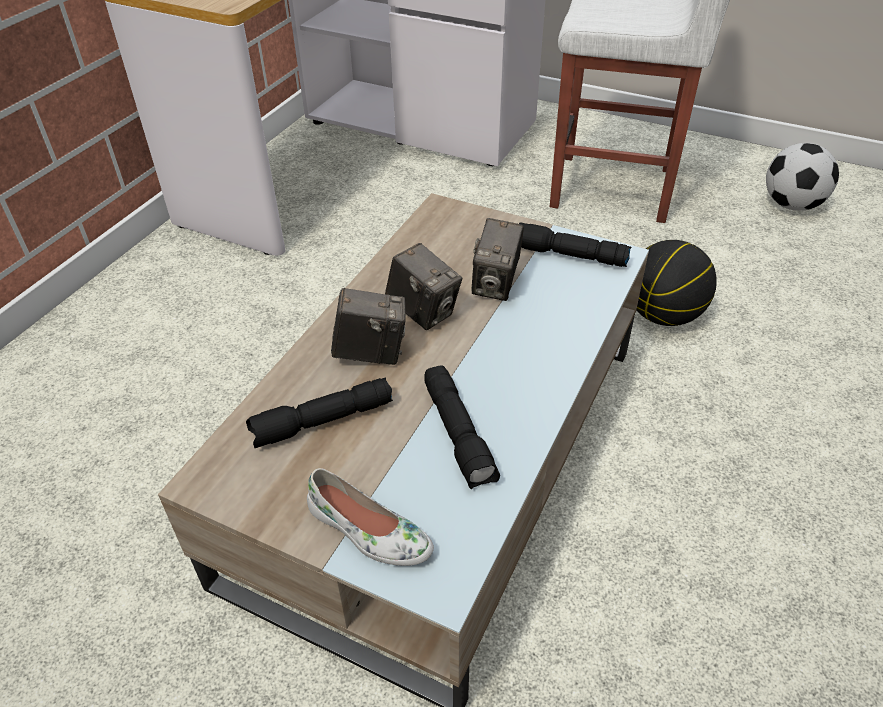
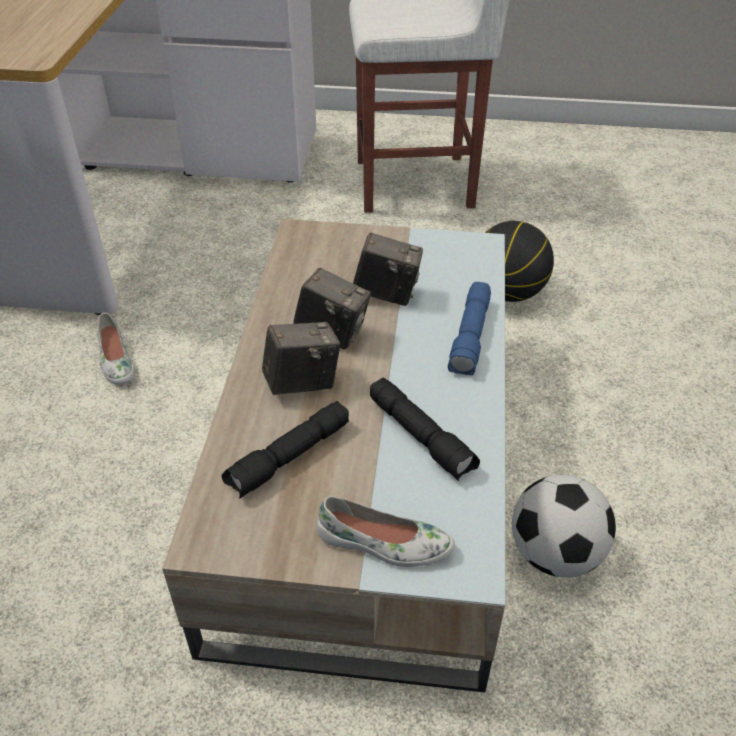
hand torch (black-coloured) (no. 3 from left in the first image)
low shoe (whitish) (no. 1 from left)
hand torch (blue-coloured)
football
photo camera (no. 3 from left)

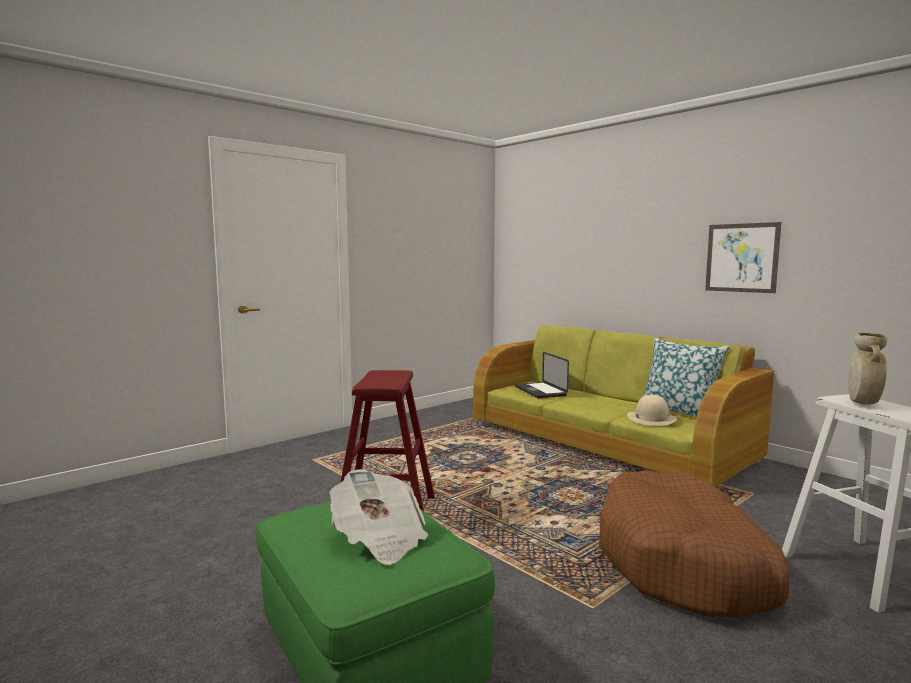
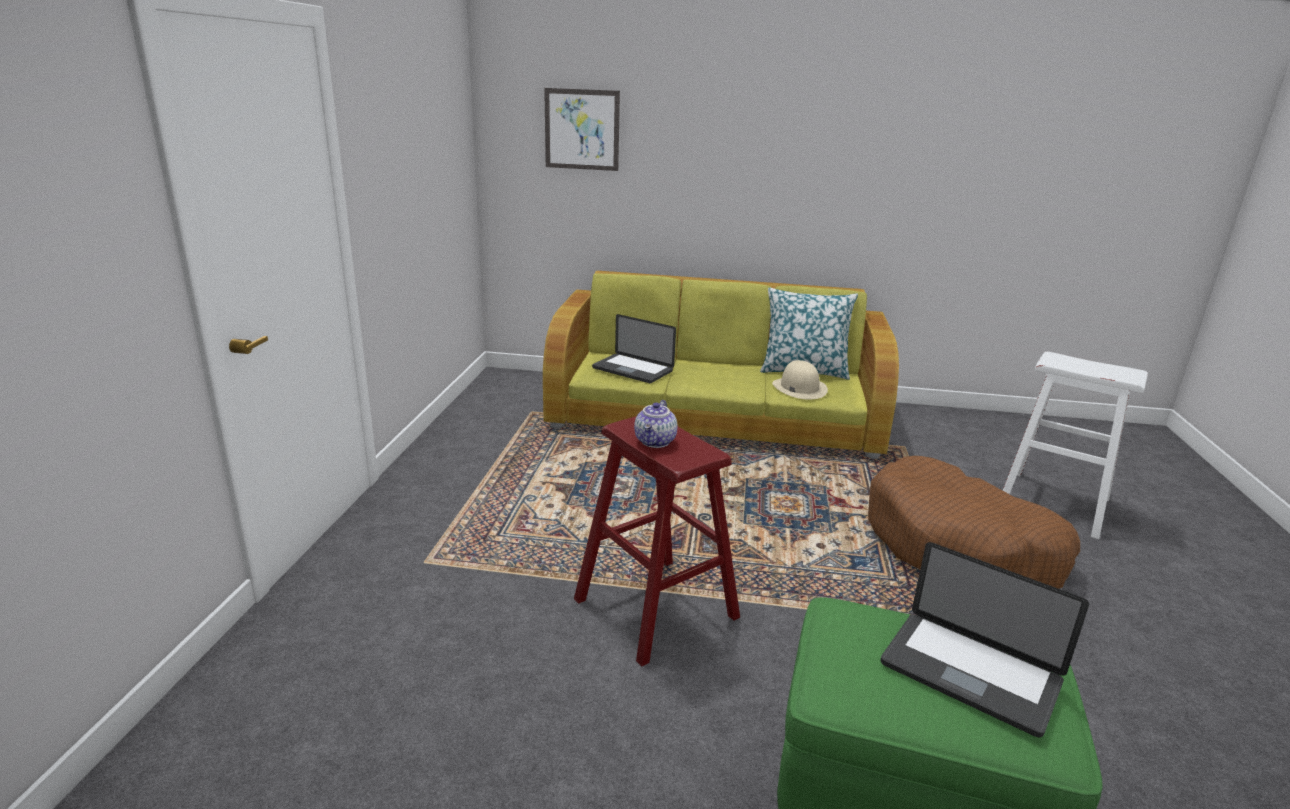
vase (beige)
pot for tea
wall picture
laptop (no. 2 from left)

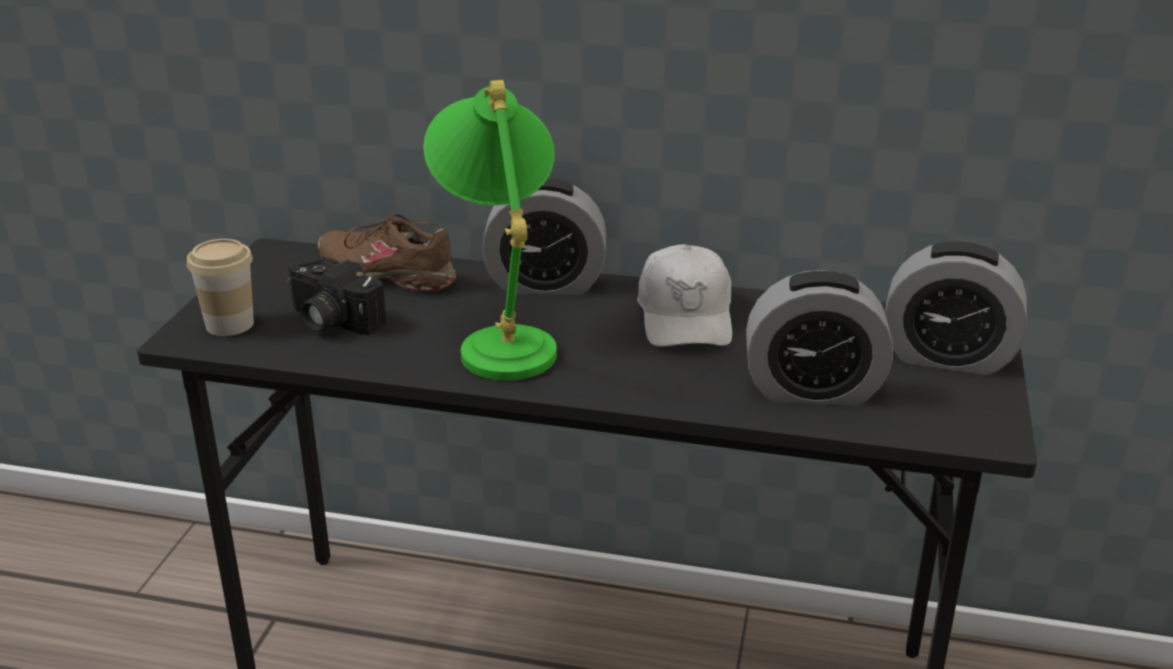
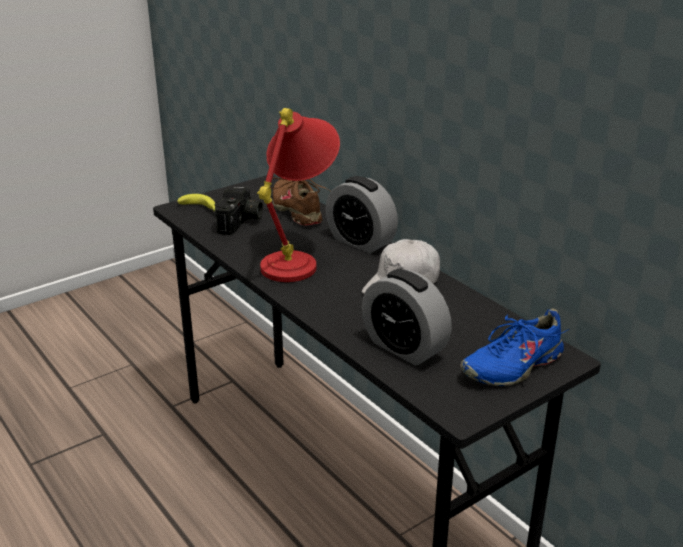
whole banana
low shoe (blue-coloured)
table lamp (reddish)
photo camera

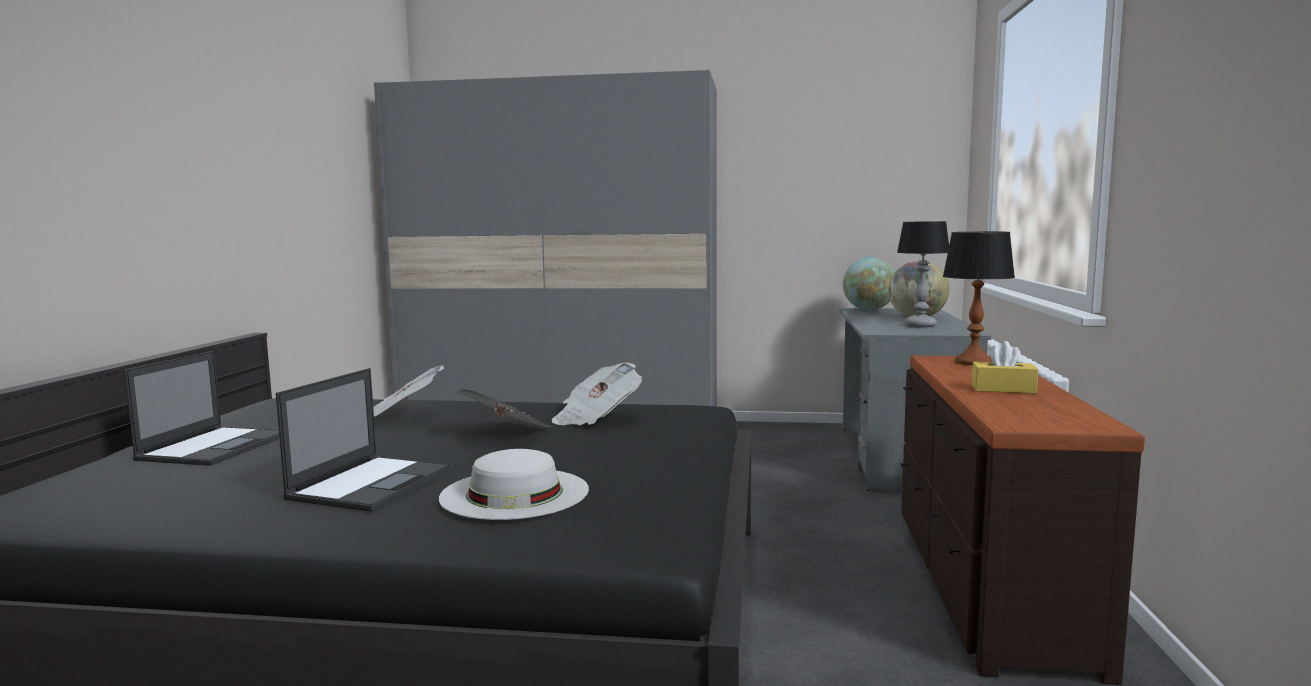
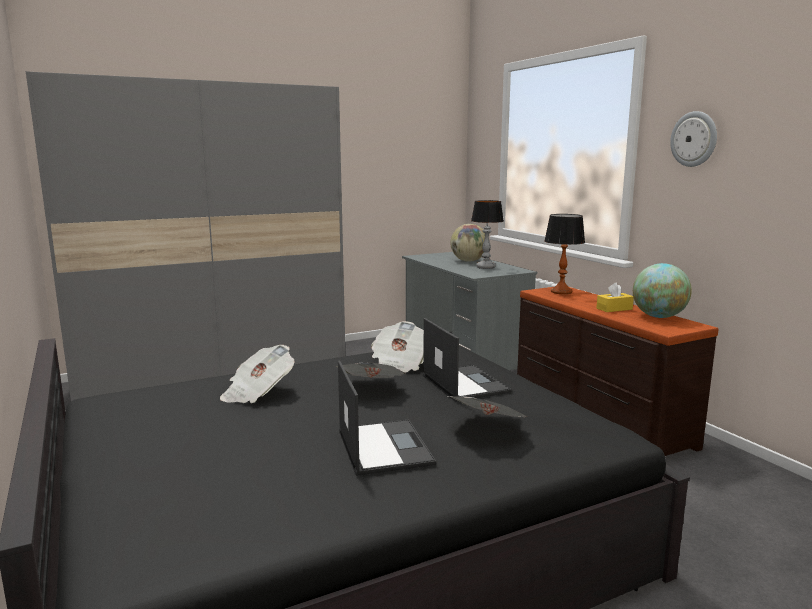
hanging clock
laptop (no. 2 from left)
desk globe (no. 2 from left)
newspaper (no. 4 from left)

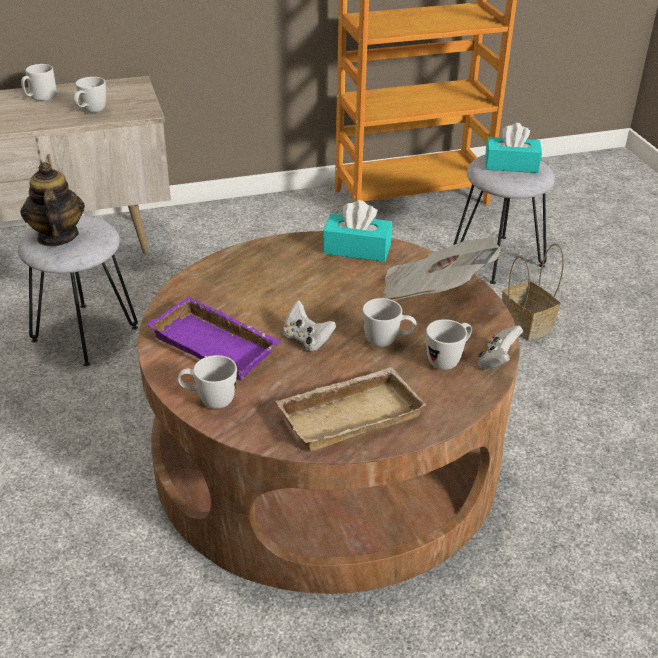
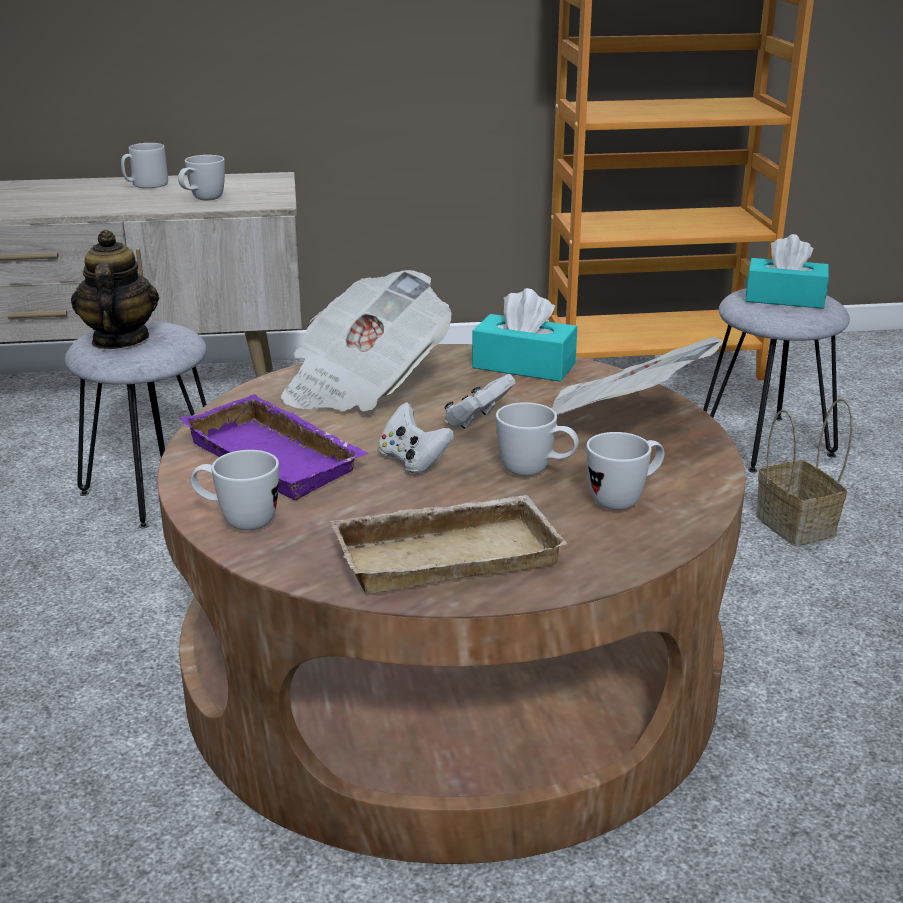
newspaper (no. 1 from left)
joypad (whitish) (no. 2 from left)

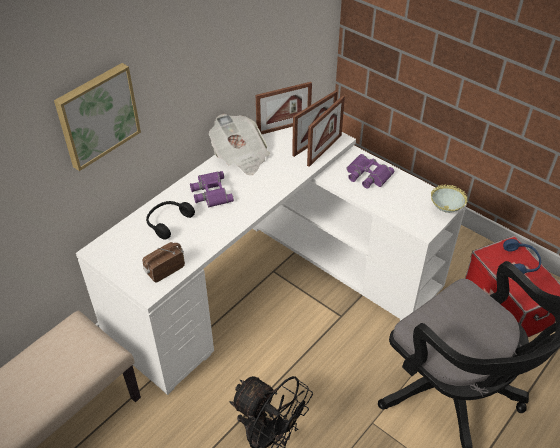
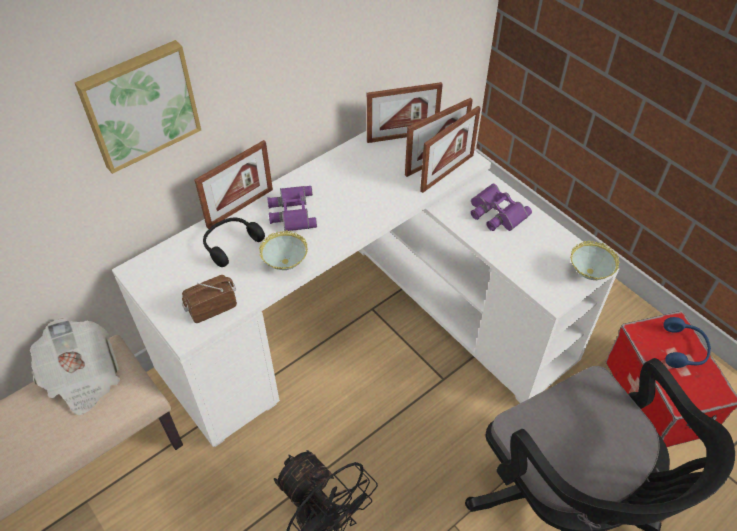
photo frame (no. 1 from left)
bowl (no. 1 from left)
newspaper

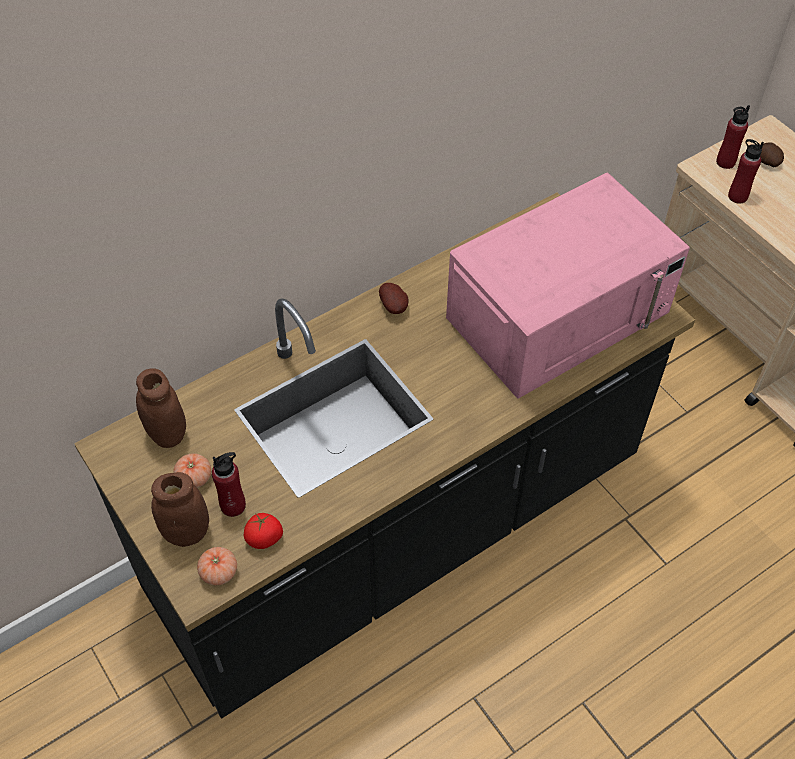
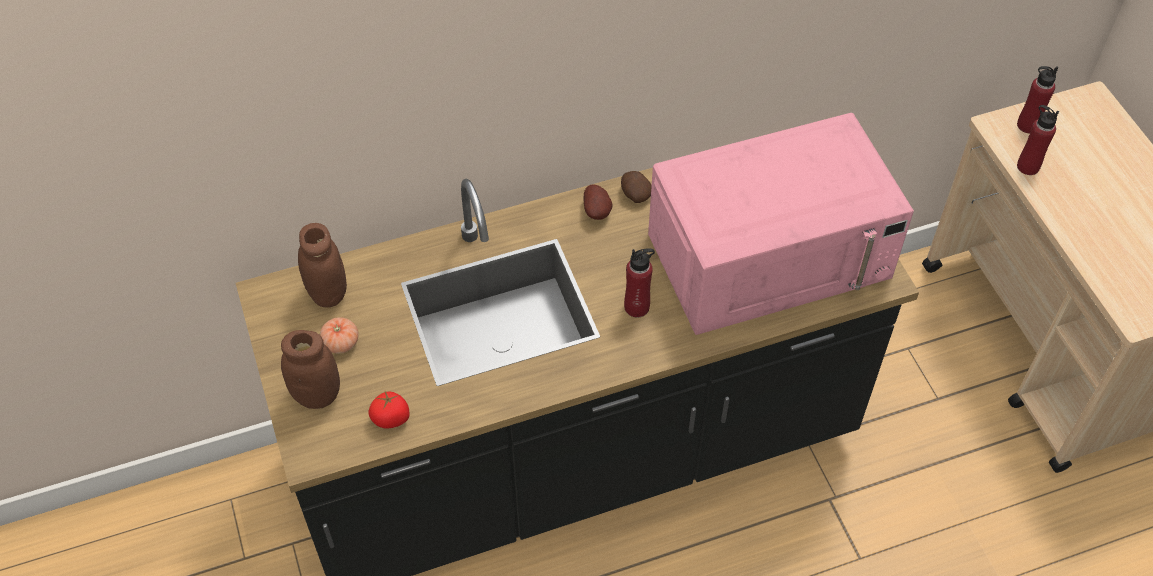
tomato (no. 2 from left in the first image)
beverage bottle (reddish) (no. 1 from left)
spud (no. 2 from left)

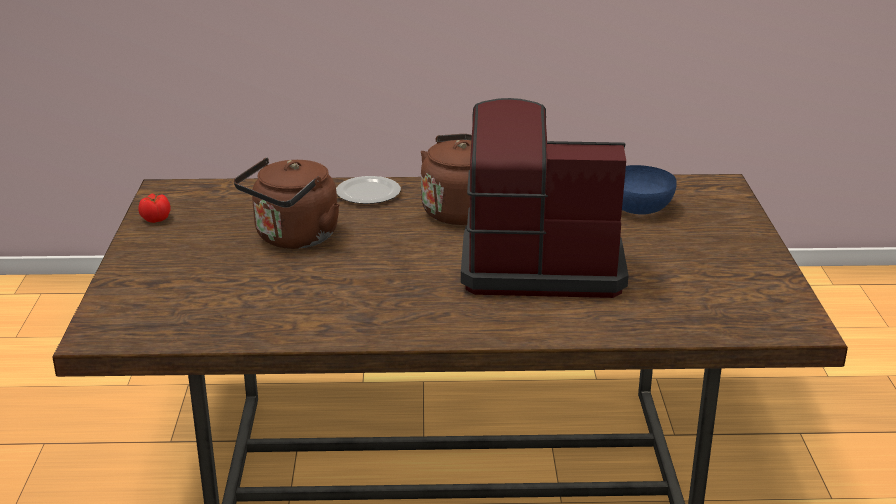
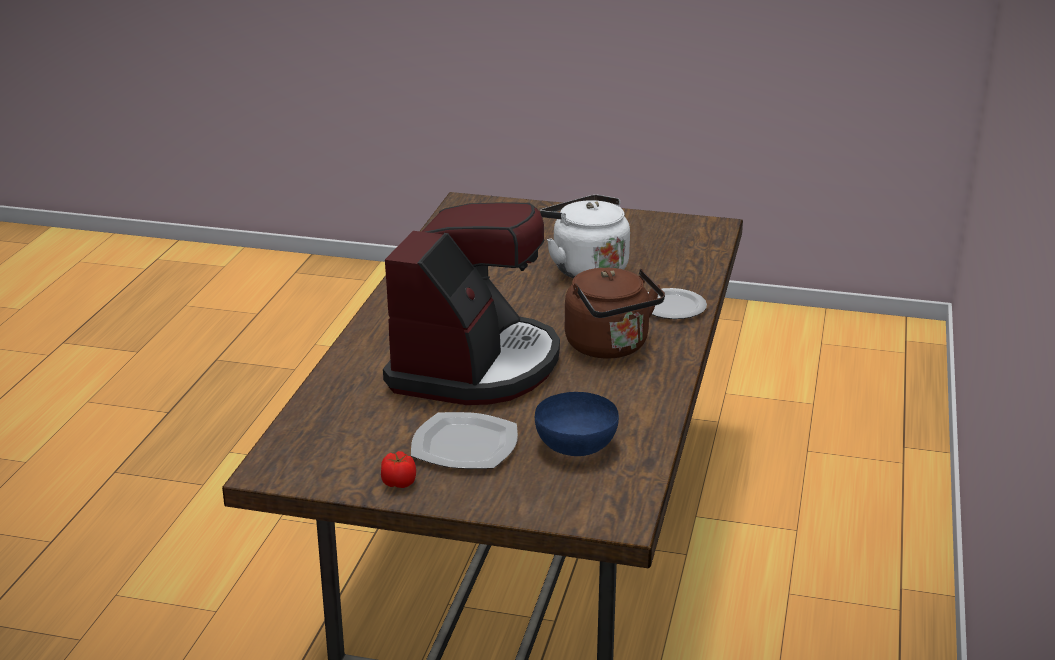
dinner plate (no. 1 from left)
tomato
kettle (whitish)

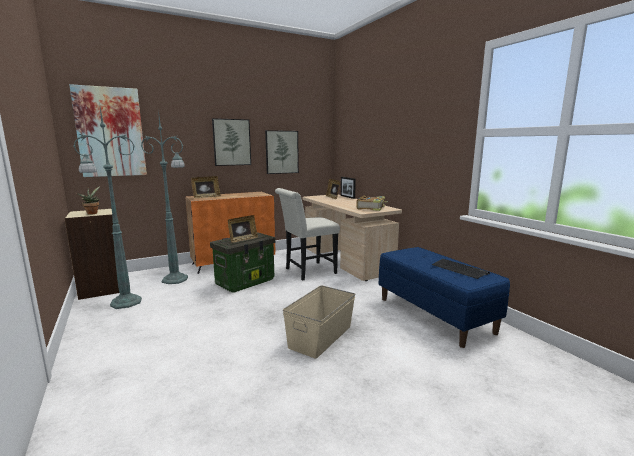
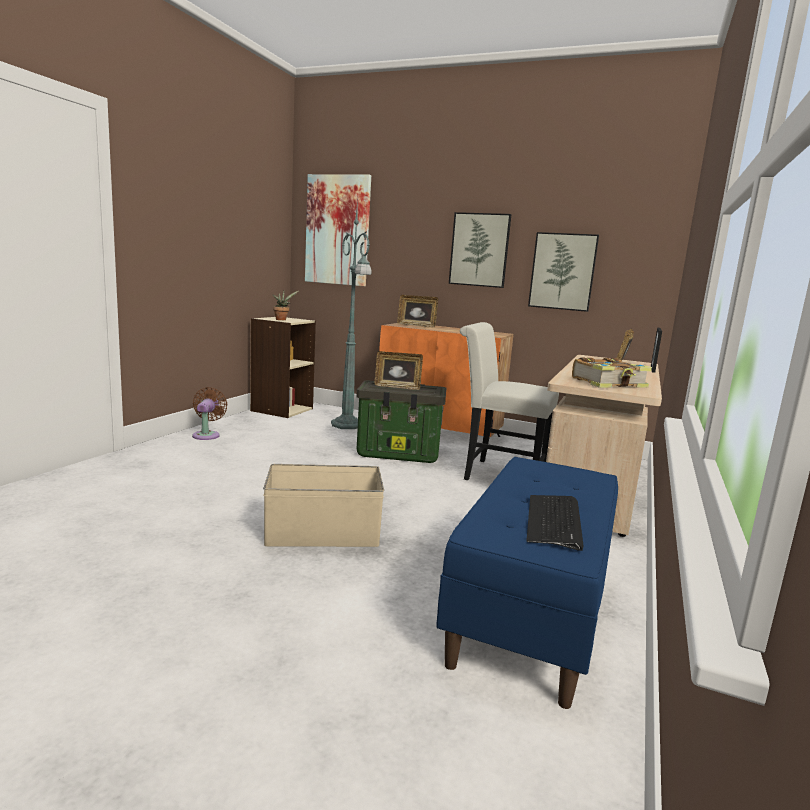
standing lamp (green-coloured) (no. 1 from left in the first image)
cooling fan (brownish)

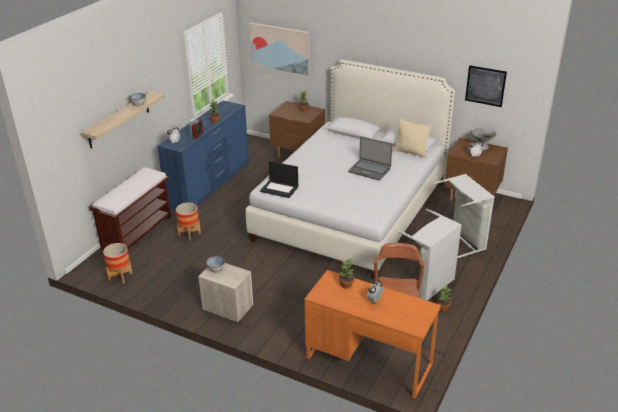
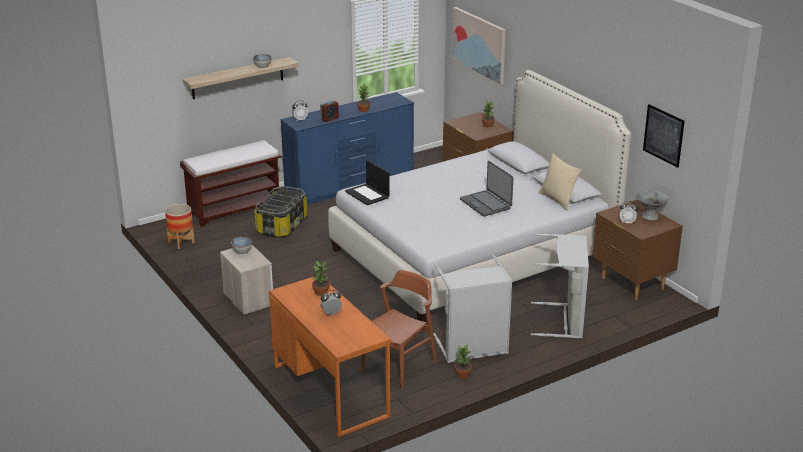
storage box

